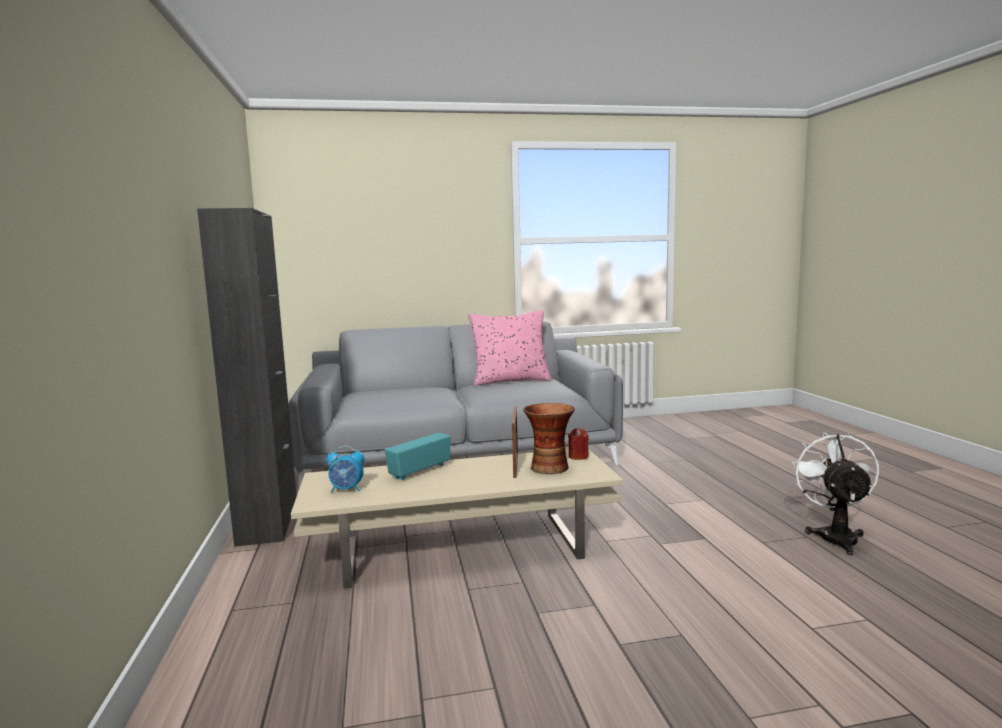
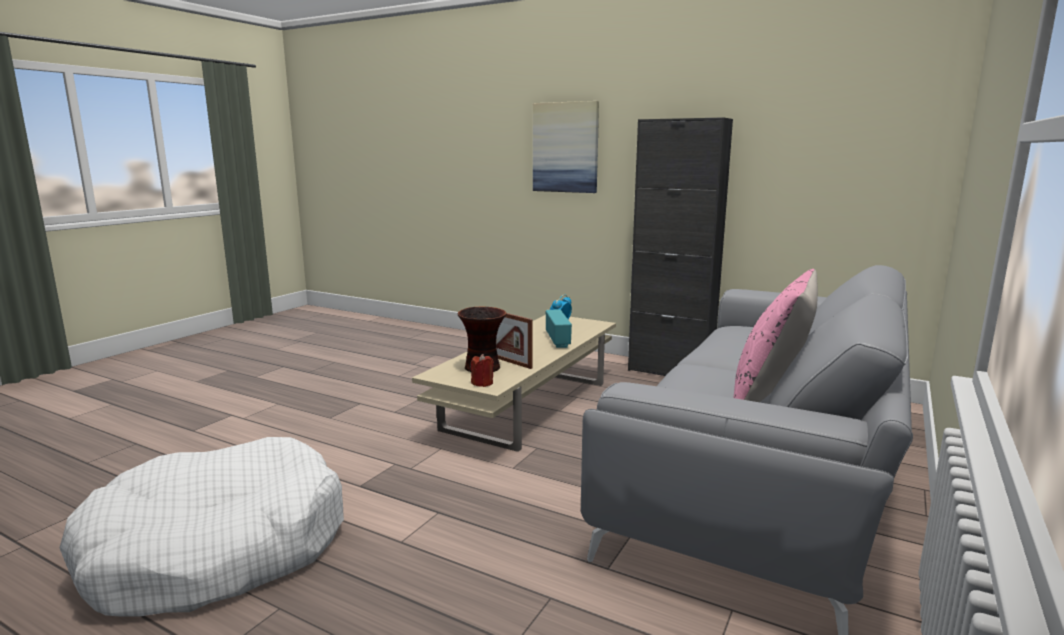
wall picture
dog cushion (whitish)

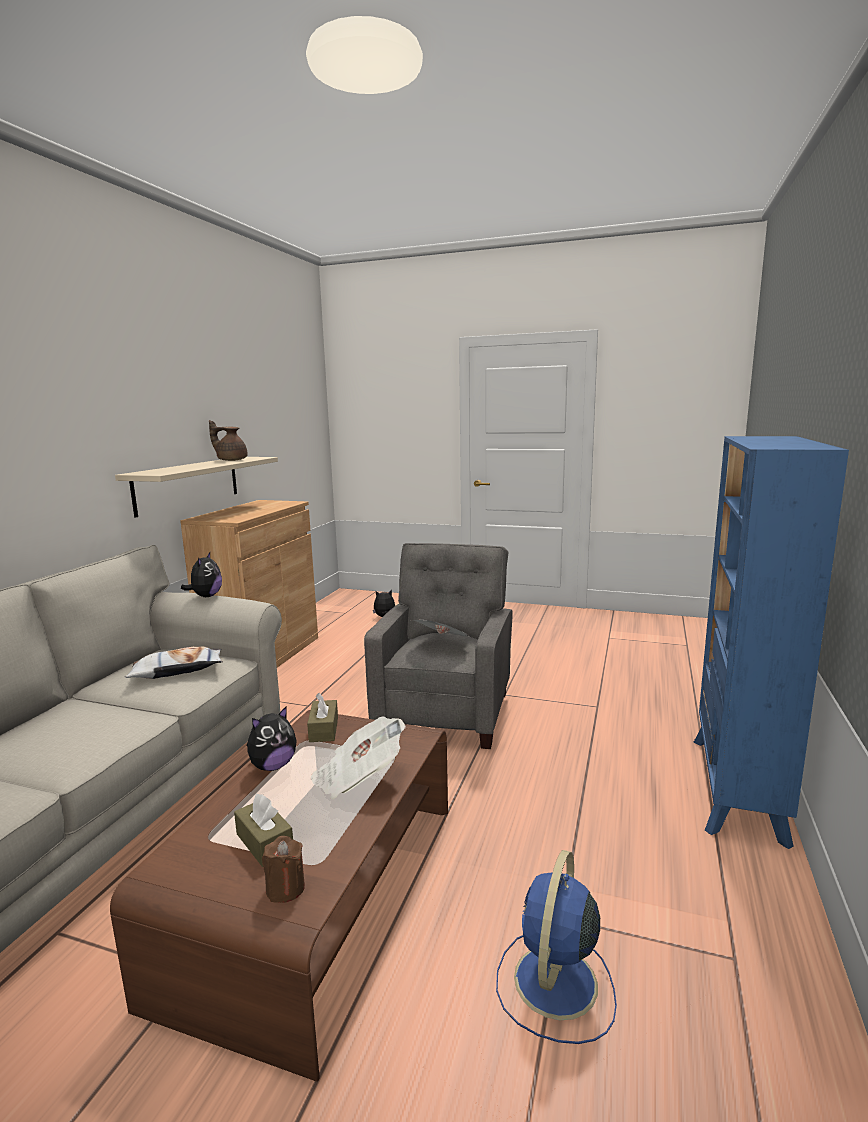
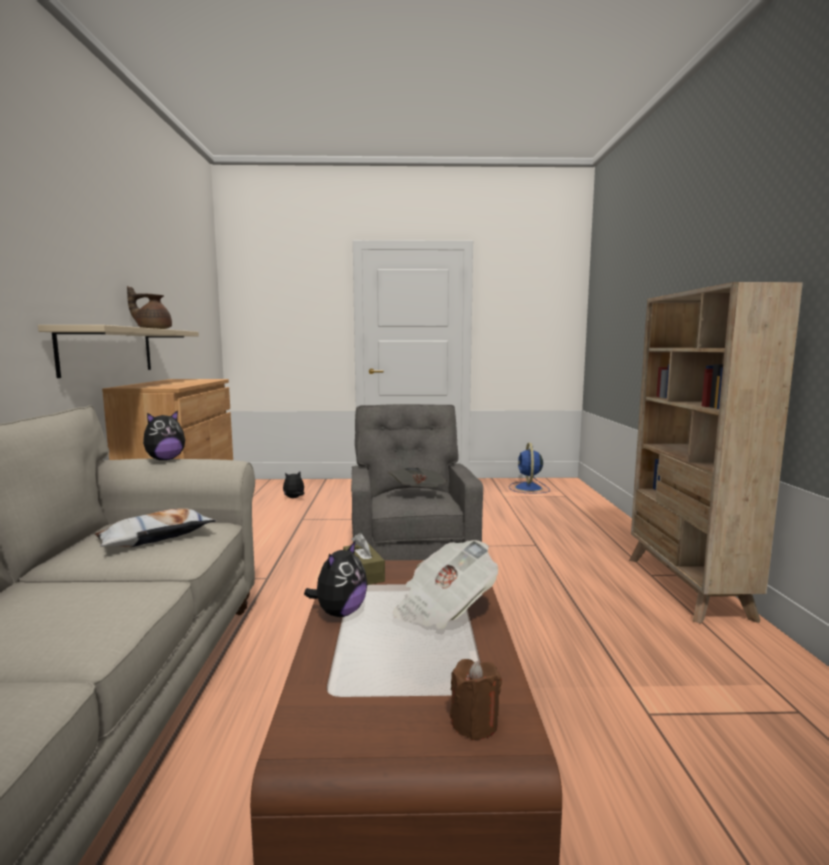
tissue box (brownish) (no. 1 from left in the first image)
cooling fan (blue-coloured)
shelving unit (beige)
plush toy (no. 1 from left)

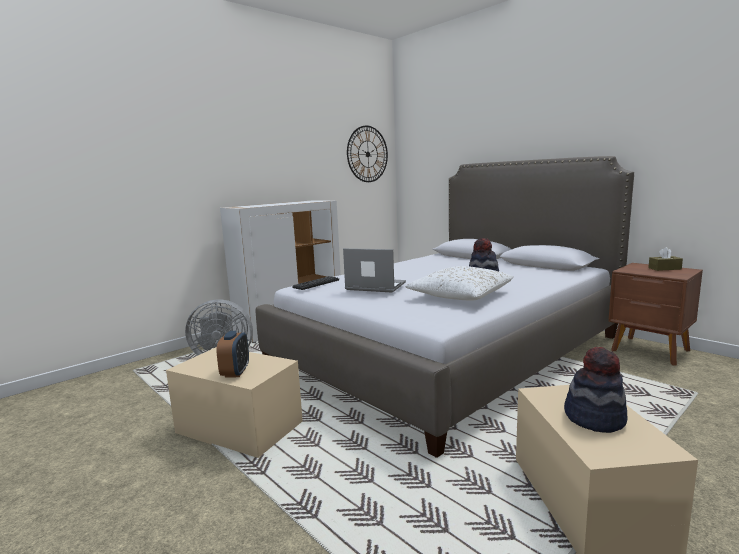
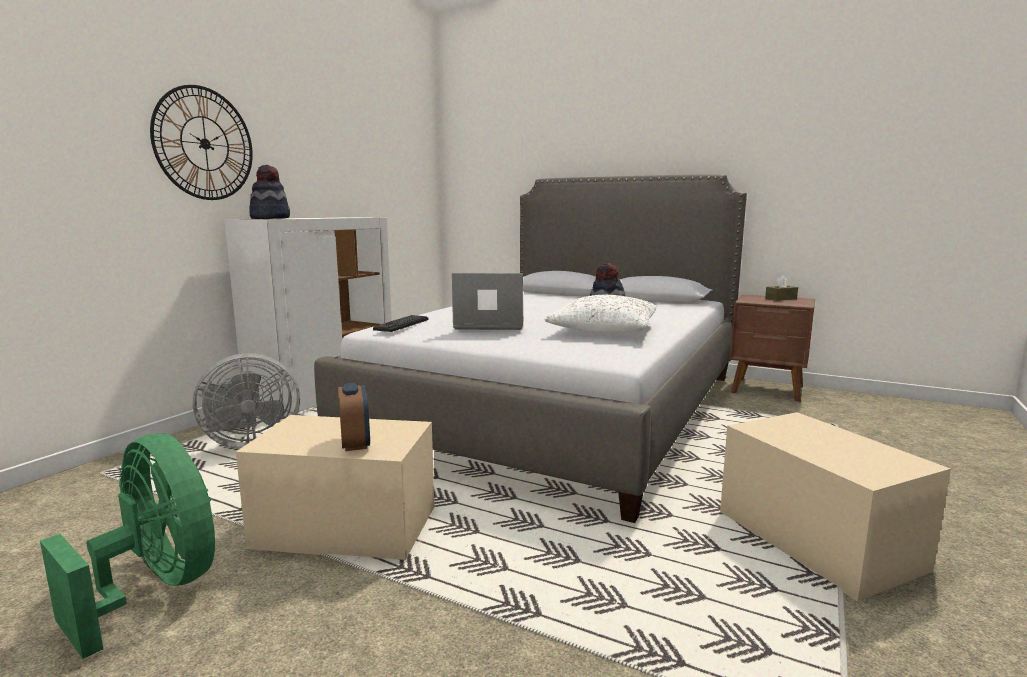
cooling fan (green-coloured)
hanging clock
clothing hat (no. 1 from left)

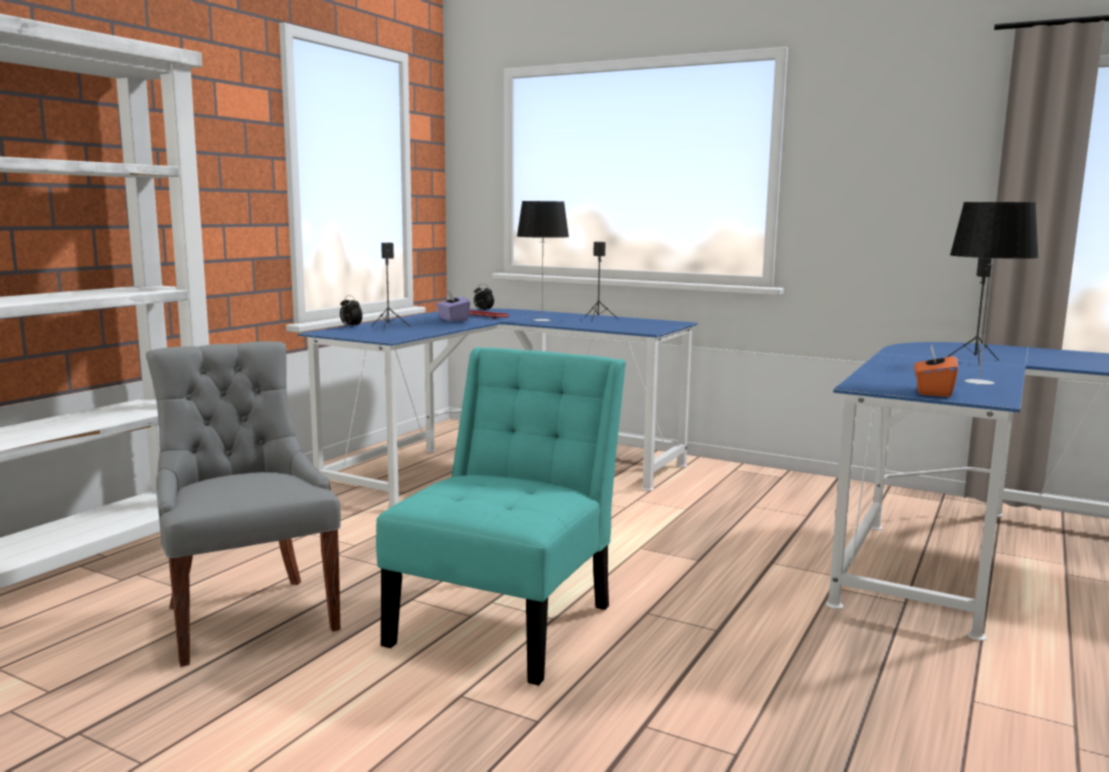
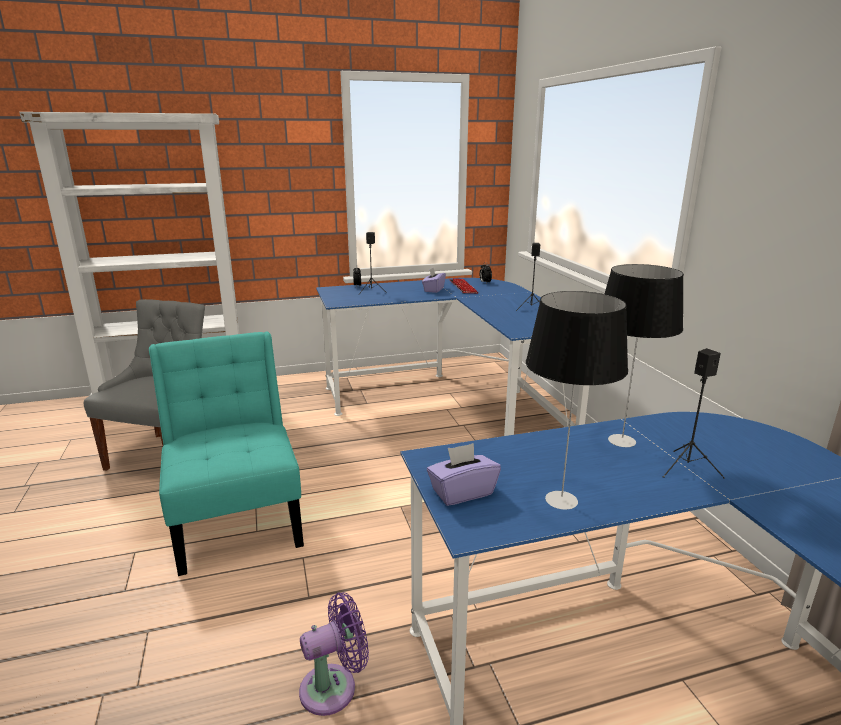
cooling fan (purplish)
table lamp (no. 2 from left)
tissue box (purplish) (no. 2 from left)
chair (turquoise-coloured)

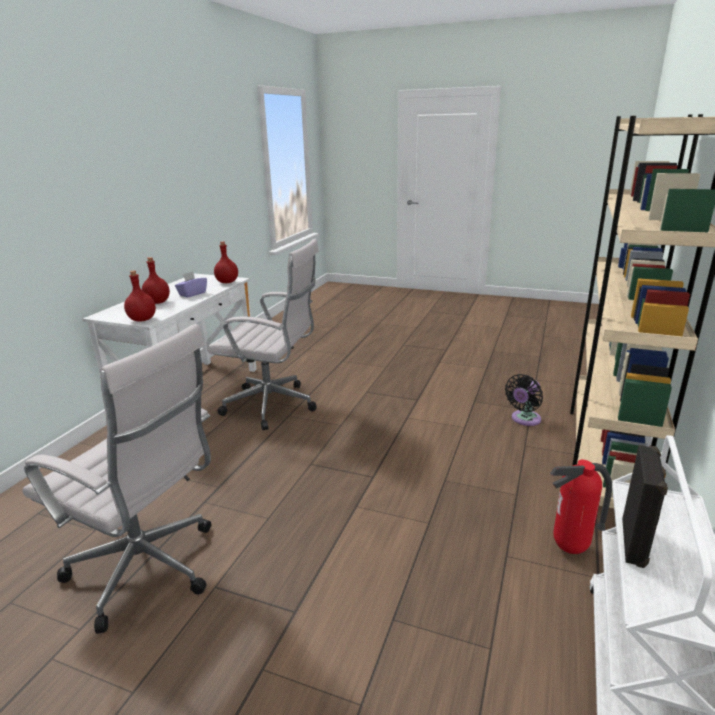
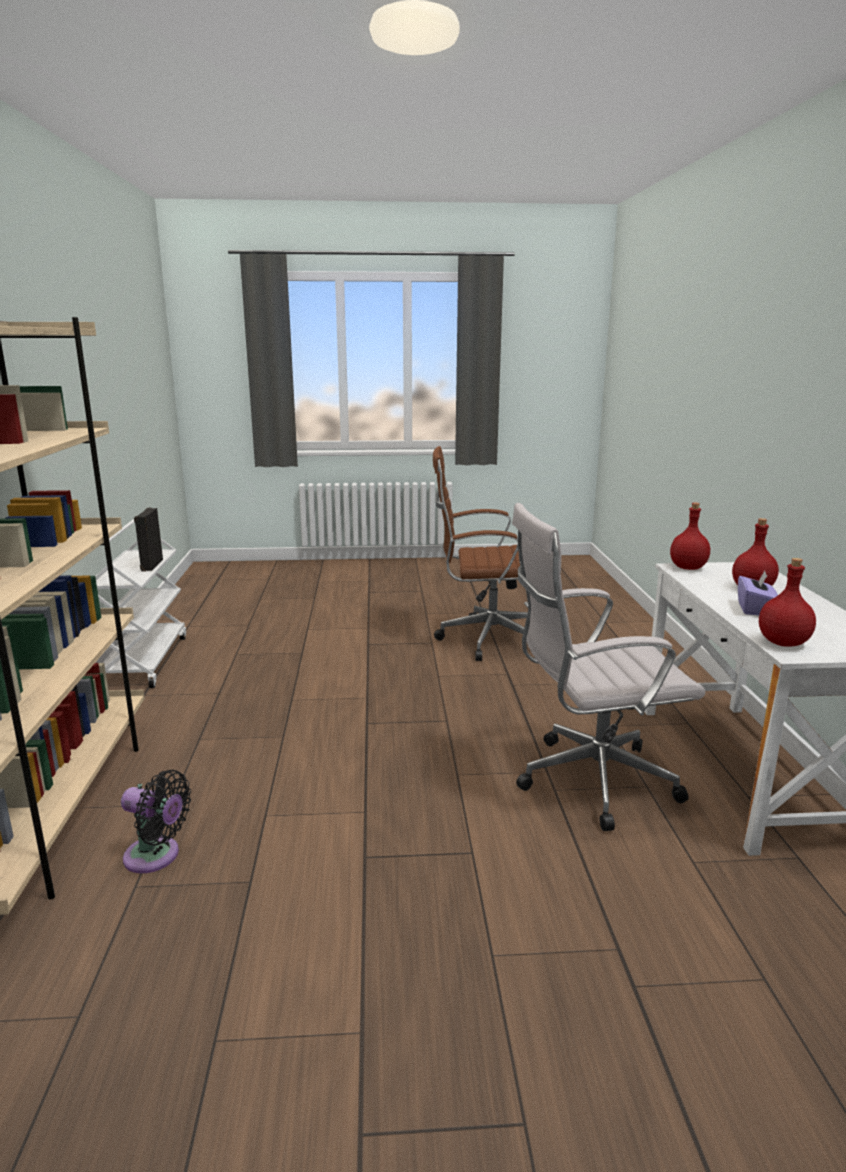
extinguisher
office chair (brownish)
cooling fan (black-coloured)

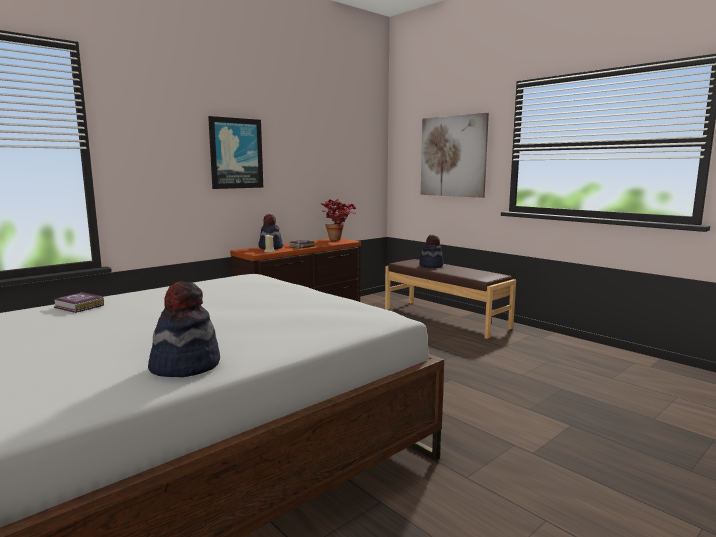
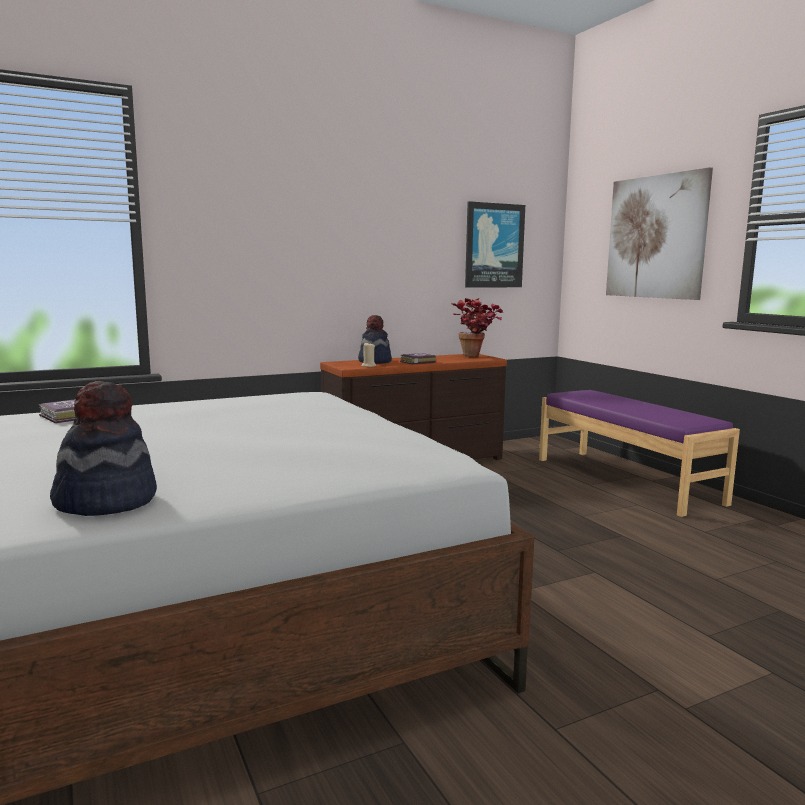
clothing hat (no. 3 from left in the first image)
wall picture (no. 1 from left)
indoor bench (purplish)

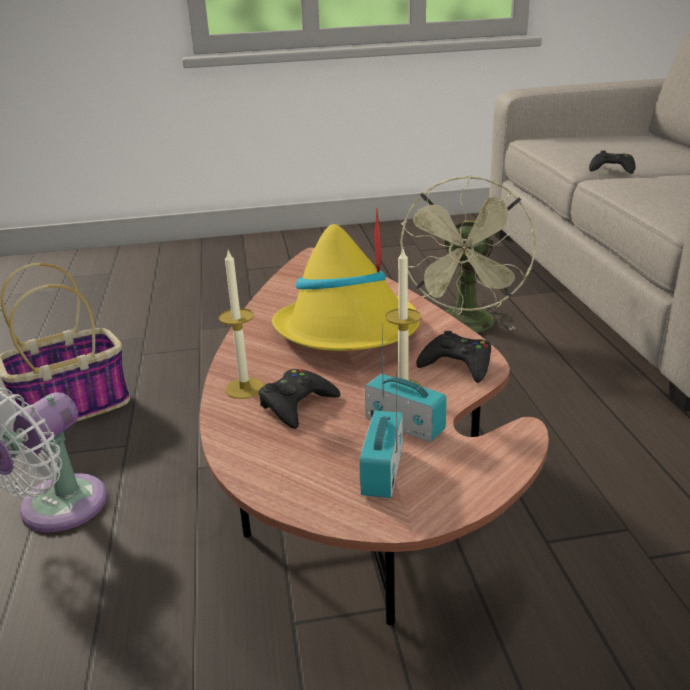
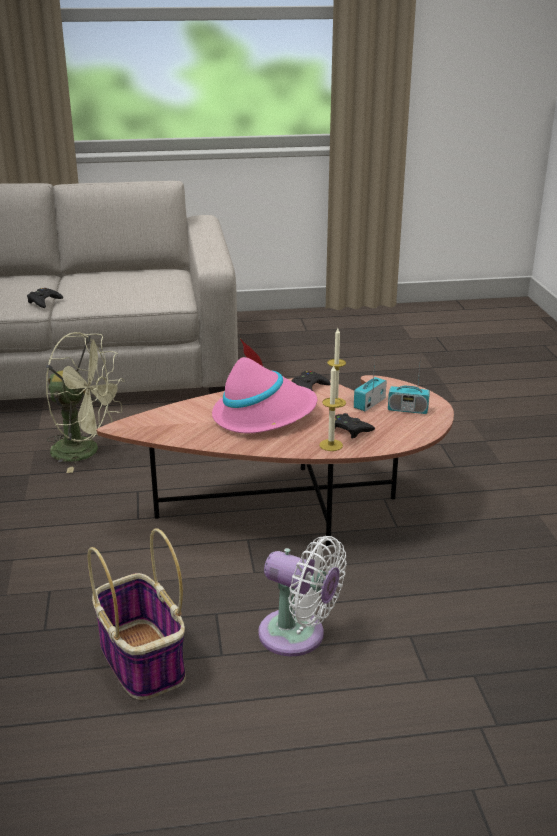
clothing hat (pink-coloured)

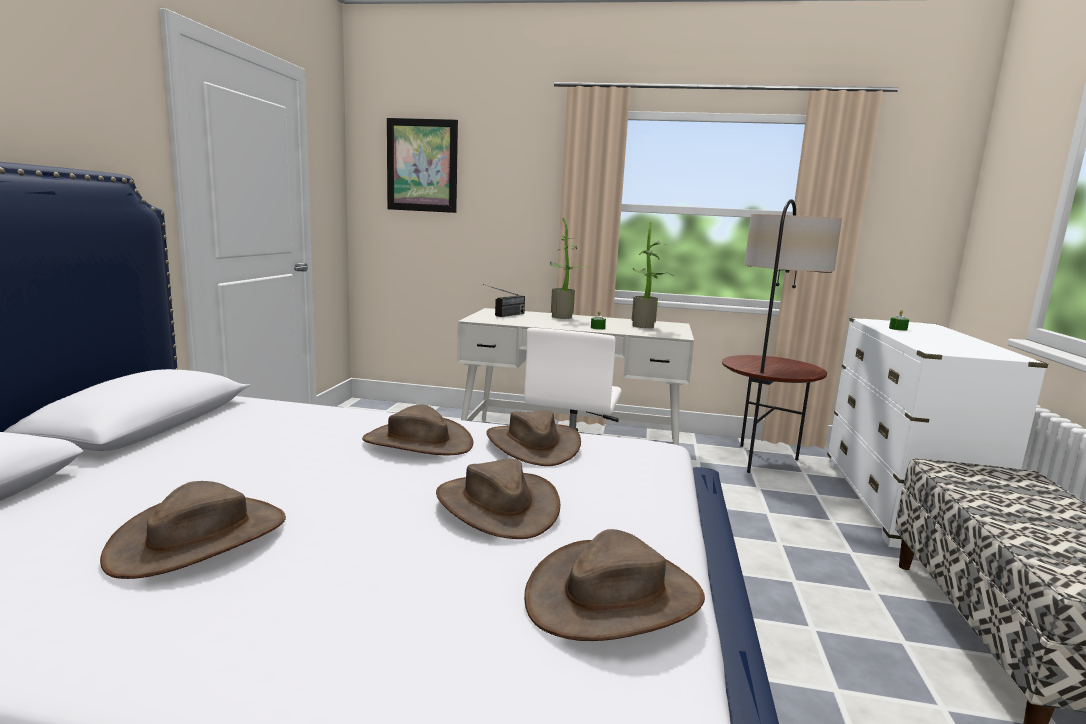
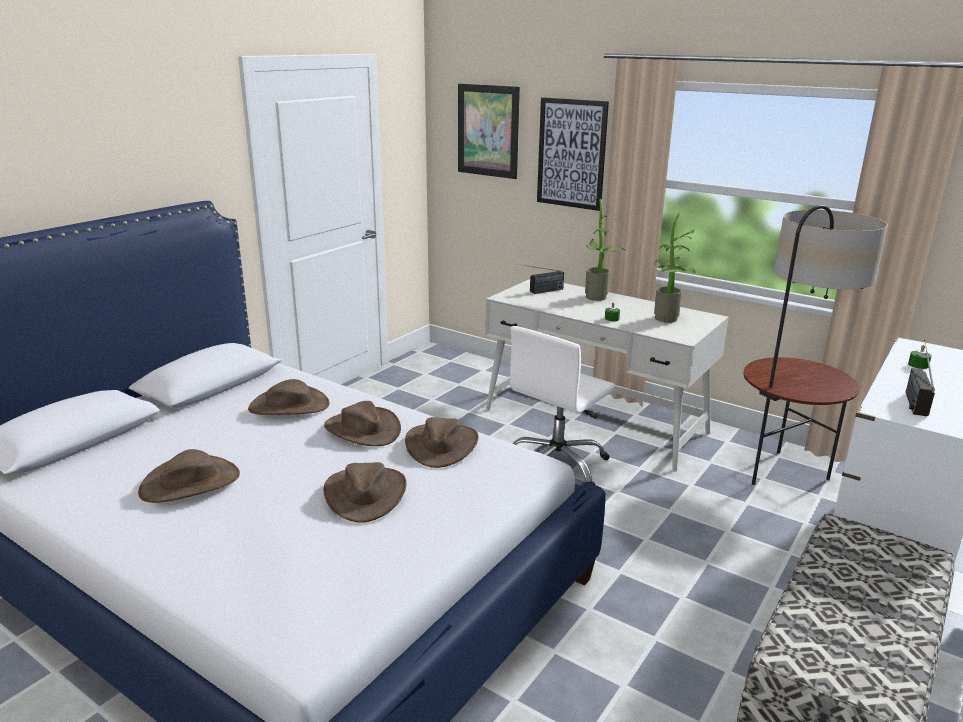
wall picture (no. 2 from left)
radio (no. 2 from left)
clothing hat (brownish) (no. 2 from left)

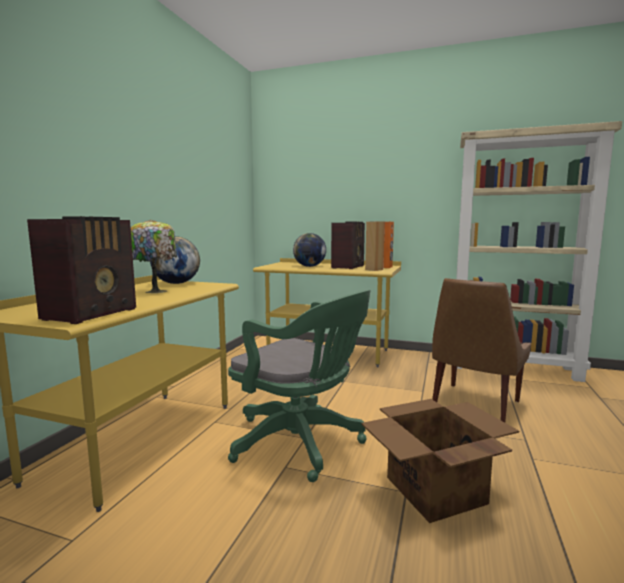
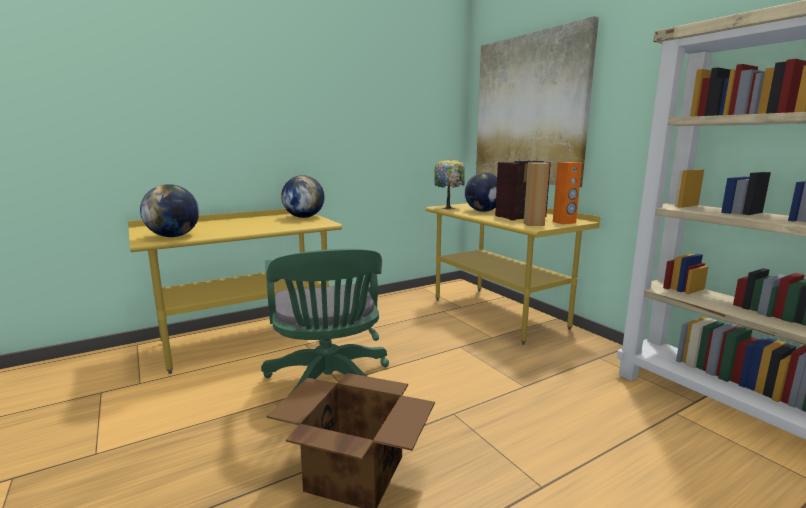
chair (brownish)
wall picture
table lamp
desk globe (no. 1 from left)

